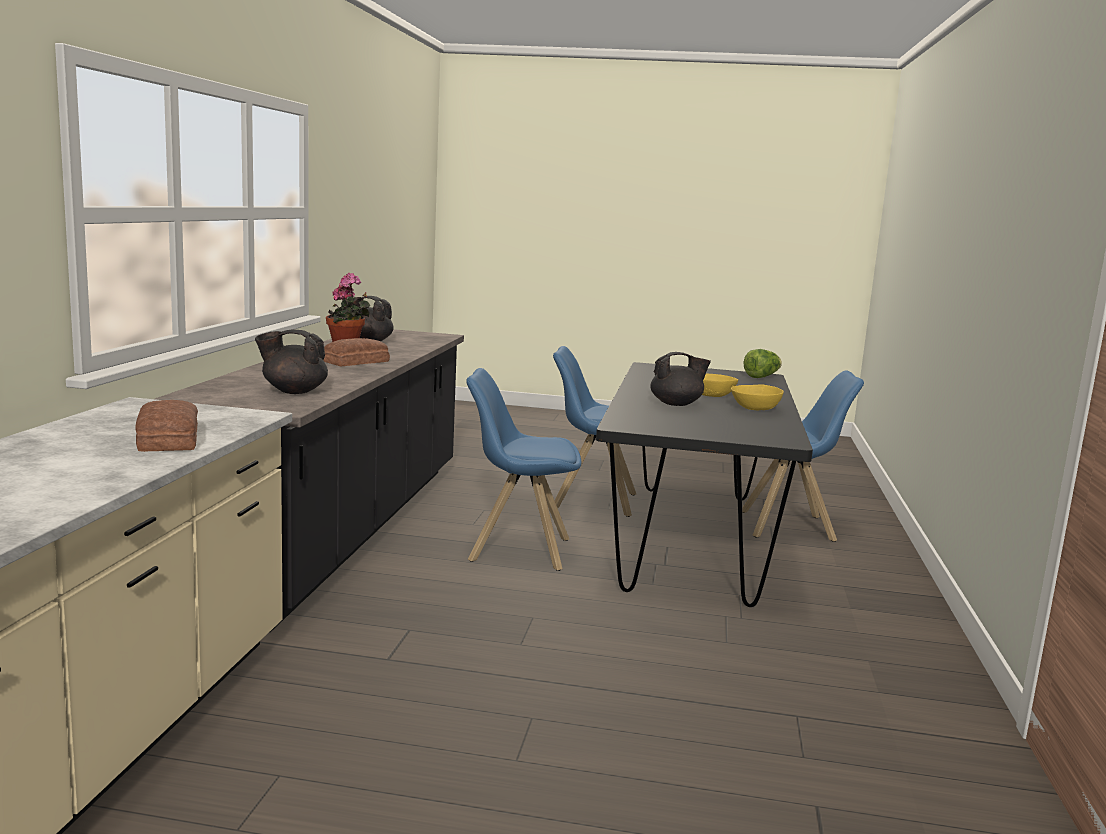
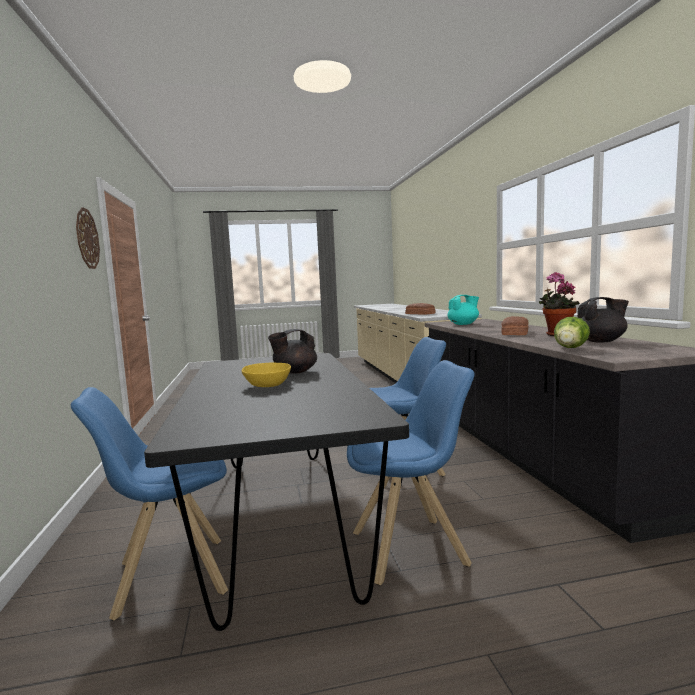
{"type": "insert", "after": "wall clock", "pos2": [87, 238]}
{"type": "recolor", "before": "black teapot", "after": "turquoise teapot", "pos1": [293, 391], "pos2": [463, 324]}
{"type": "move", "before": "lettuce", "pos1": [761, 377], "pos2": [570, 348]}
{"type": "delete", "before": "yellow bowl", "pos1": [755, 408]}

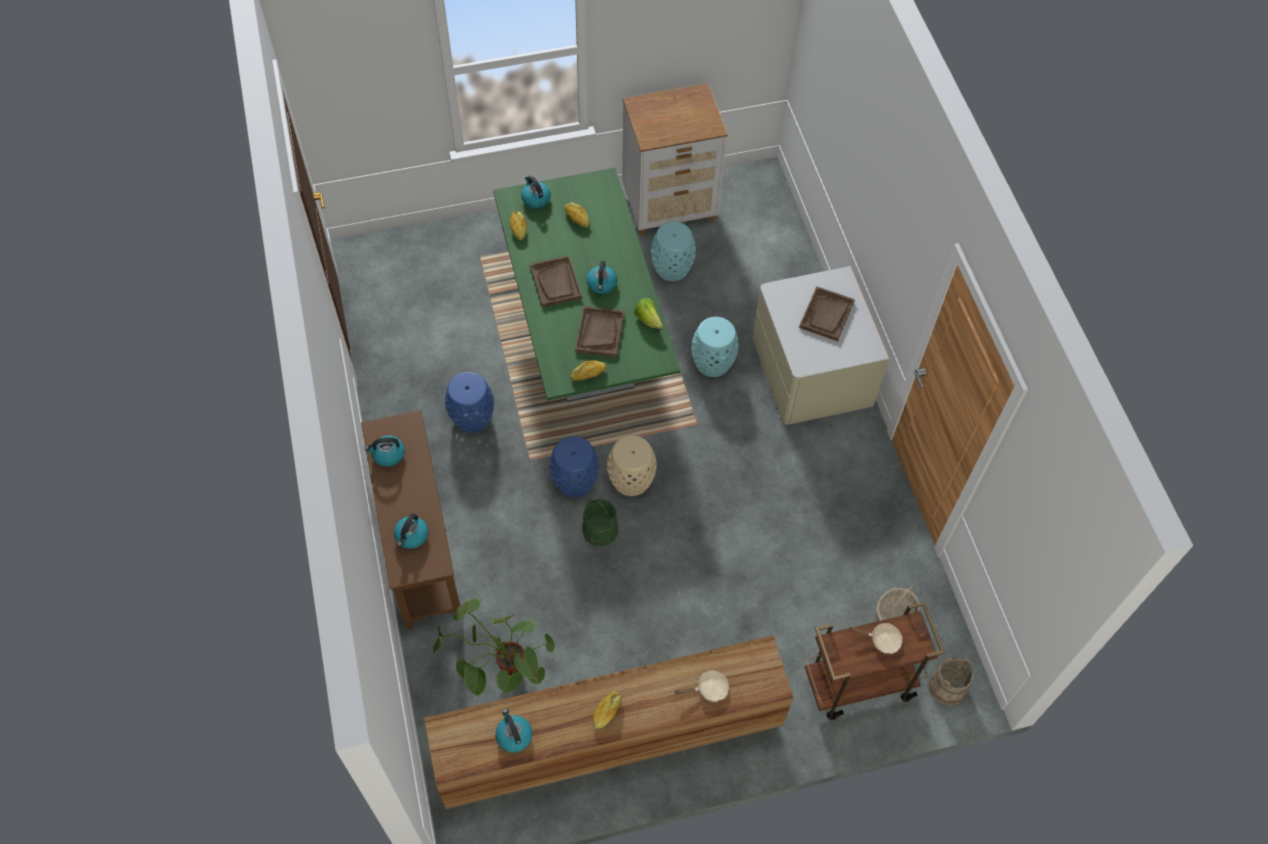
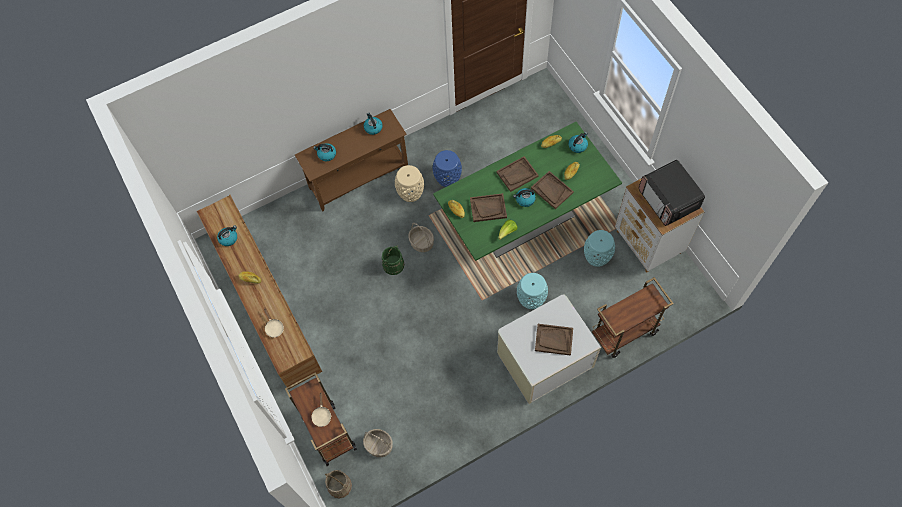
{"type": "move", "before": "beige stool", "pos1": [631, 480], "pos2": [410, 192]}
{"type": "replace", "before": "blue stool", "after": "basket", "pos1": [574, 481], "pos2": [421, 243]}
{"type": "insert", "after": "brown tray", "pos2": [551, 190]}
{"type": "insert", "after": "brown cart", "pos2": [623, 334]}
{"type": "insert", "after": "microwave", "pos2": [668, 200]}
{"type": "delete", "before": "potted plant", "pos1": [500, 670]}

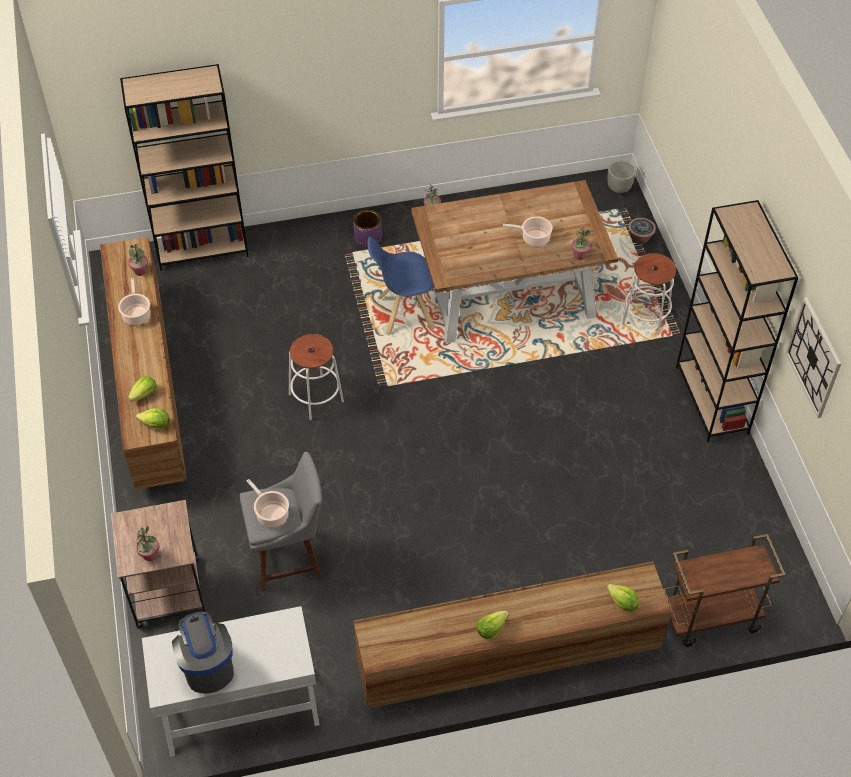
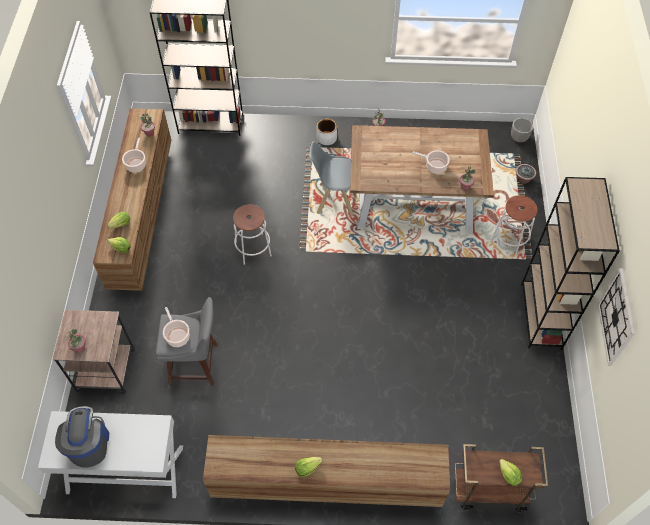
{"type": "recolor", "before": "blue chair", "after": "grey chair", "pos1": [403, 312], "pos2": [334, 199]}
{"type": "recolor", "before": "purple planter", "after": "white planter", "pos1": [368, 237], "pos2": [327, 138]}
{"type": "move", "before": "lettuce", "pos1": [622, 603], "pos2": [508, 476]}

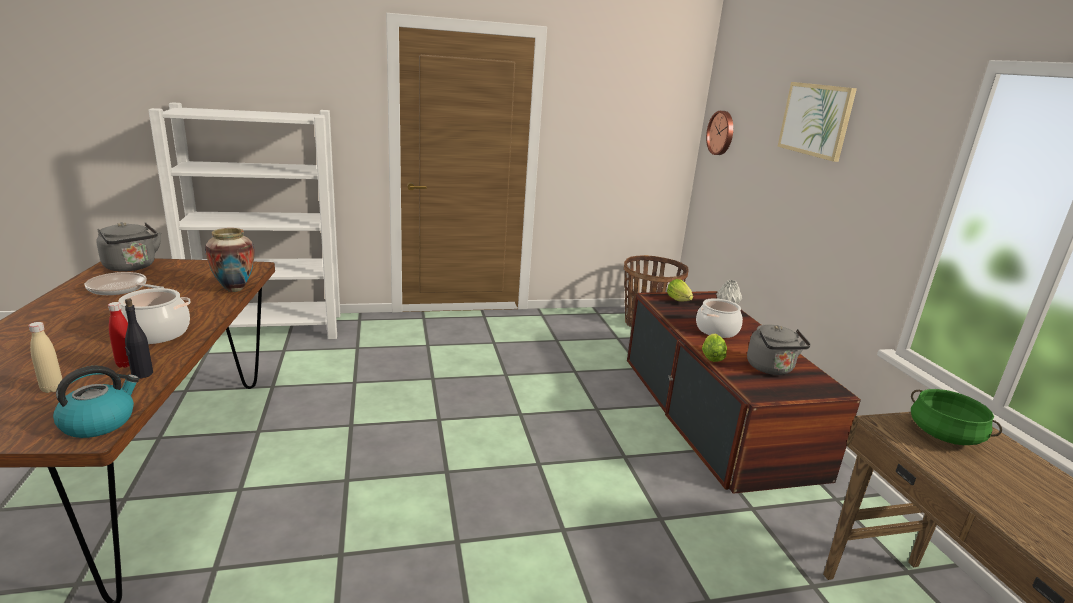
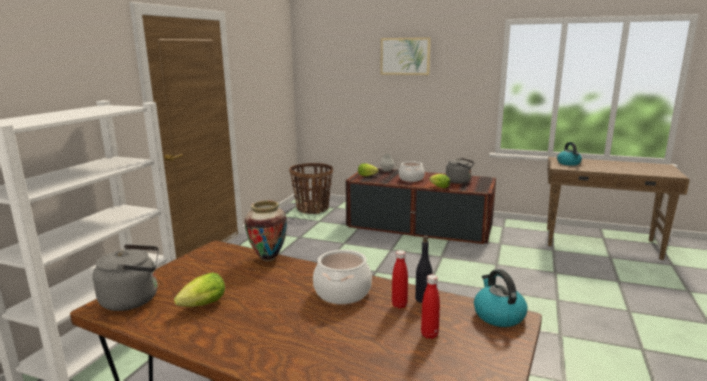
{"type": "replace", "before": "frying pan", "after": "lettuce", "pos1": [120, 289], "pos2": [201, 306]}
{"type": "recolor", "before": "beige bottle", "after": "red bottle", "pos1": [52, 389], "pos2": [429, 335]}
{"type": "replace", "before": "green cooking pot", "after": "kettle", "pos1": [945, 435], "pos2": [569, 163]}
{"type": "delete", "before": "wall clock", "pos1": [721, 133]}

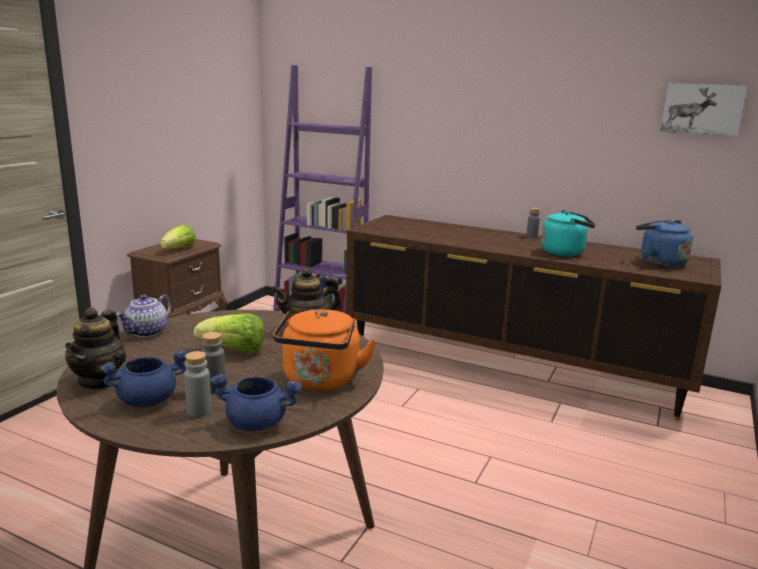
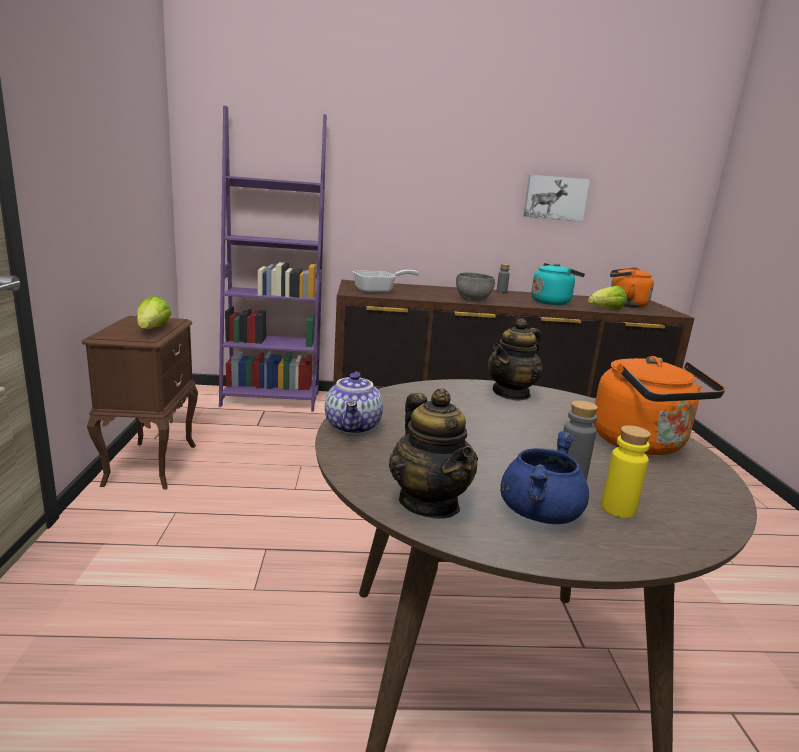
{"type": "insert", "after": "frying pan", "pos2": [379, 291]}
{"type": "insert", "after": "grey bowl", "pos2": [472, 300]}
{"type": "move", "before": "picture", "pos1": [702, 109], "pos2": [555, 198]}
{"type": "move", "before": "lettuce", "pos1": [234, 351], "pos2": [606, 310]}
{"type": "recolor", "before": "grey bottle", "after": "yellow bottle", "pos1": [199, 411], "pos2": [618, 509]}
{"type": "recolor", "before": "blue kettle", "after": "orange kettle", "pos1": [659, 262], "pos2": [624, 305]}
{"type": "delete", "before": "blue cooking pot", "pos1": [258, 423]}

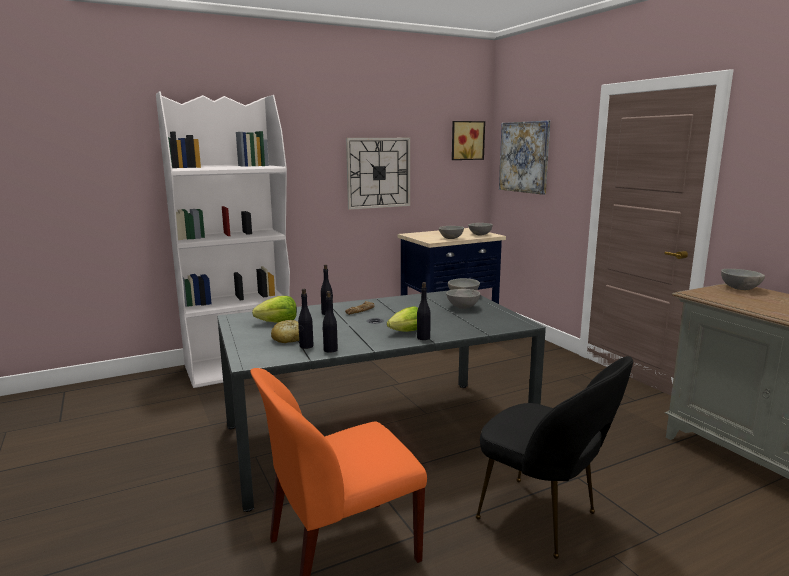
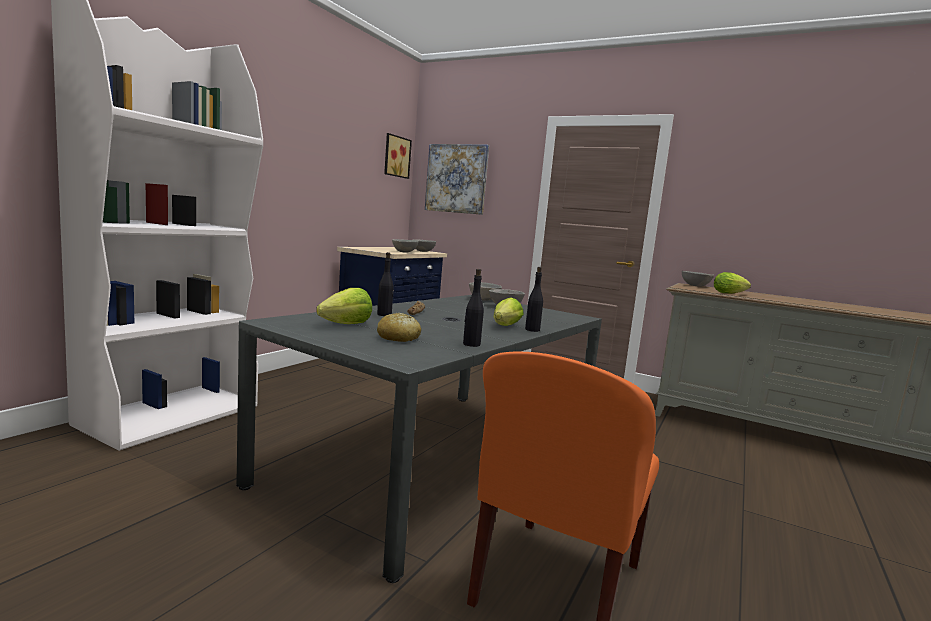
{"type": "insert", "after": "lettuce", "pos2": [730, 293]}
{"type": "delete", "before": "black bottle", "pos1": [306, 346]}
{"type": "delete", "before": "wall clock", "pos1": [378, 173]}
{"type": "delete", "before": "black chair", "pos1": [544, 520]}

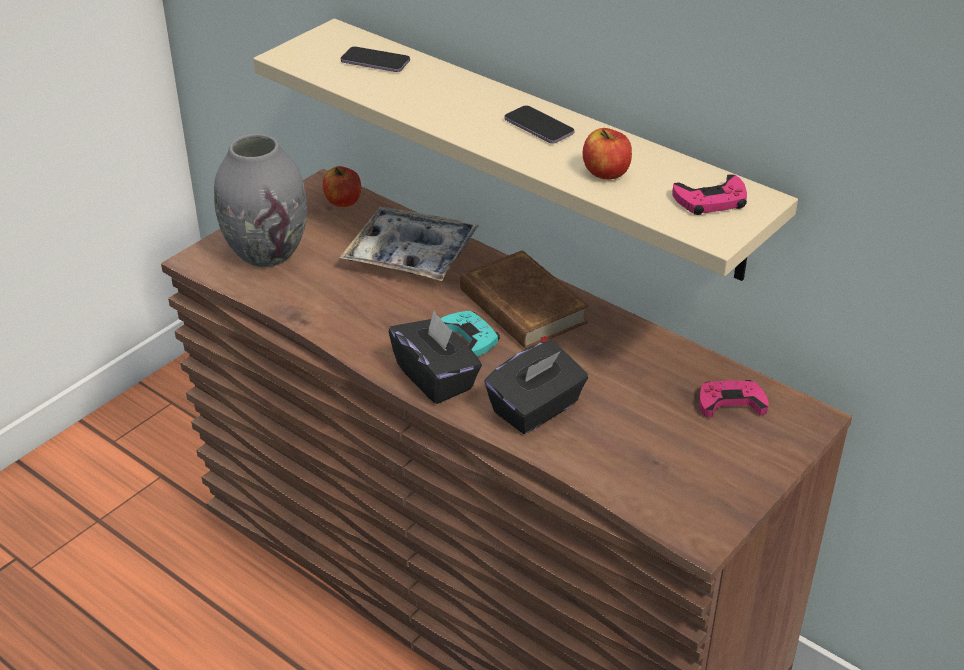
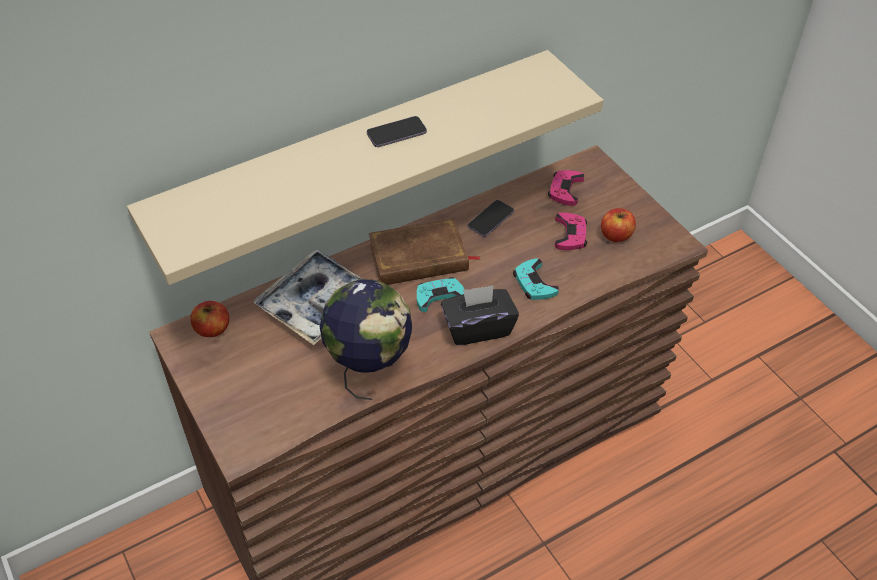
{"type": "insert", "after": "globe", "pos2": [370, 368]}
{"type": "move", "before": "phone", "pos1": [375, 62], "pos2": [490, 219]}
{"type": "replace", "before": "black tissue box", "after": "turquoise game controller", "pos1": [536, 409], "pos2": [534, 283]}
{"type": "move", "before": "pink game controller", "pos1": [711, 201], "pos2": [570, 235]}
{"type": "move", "before": "apple", "pos1": [606, 173], "pos2": [616, 235]}
{"type": "delete", "before": "grey vase", "pos1": [267, 252]}

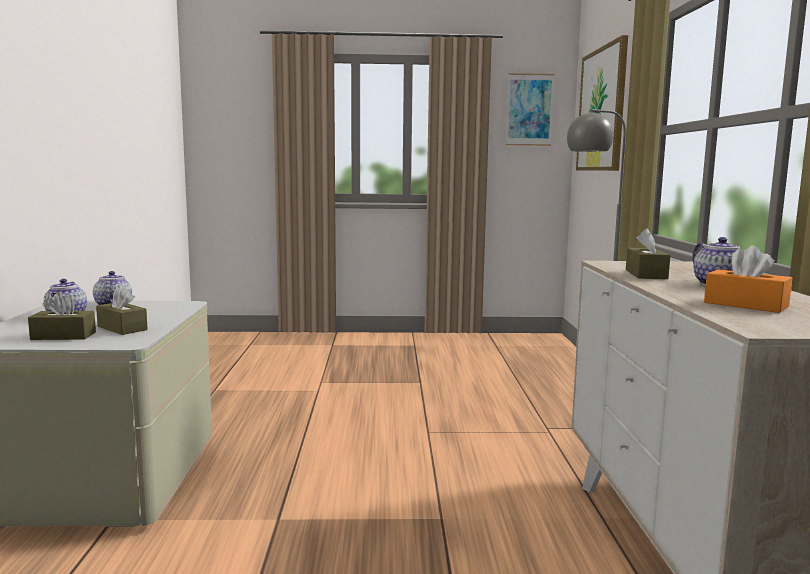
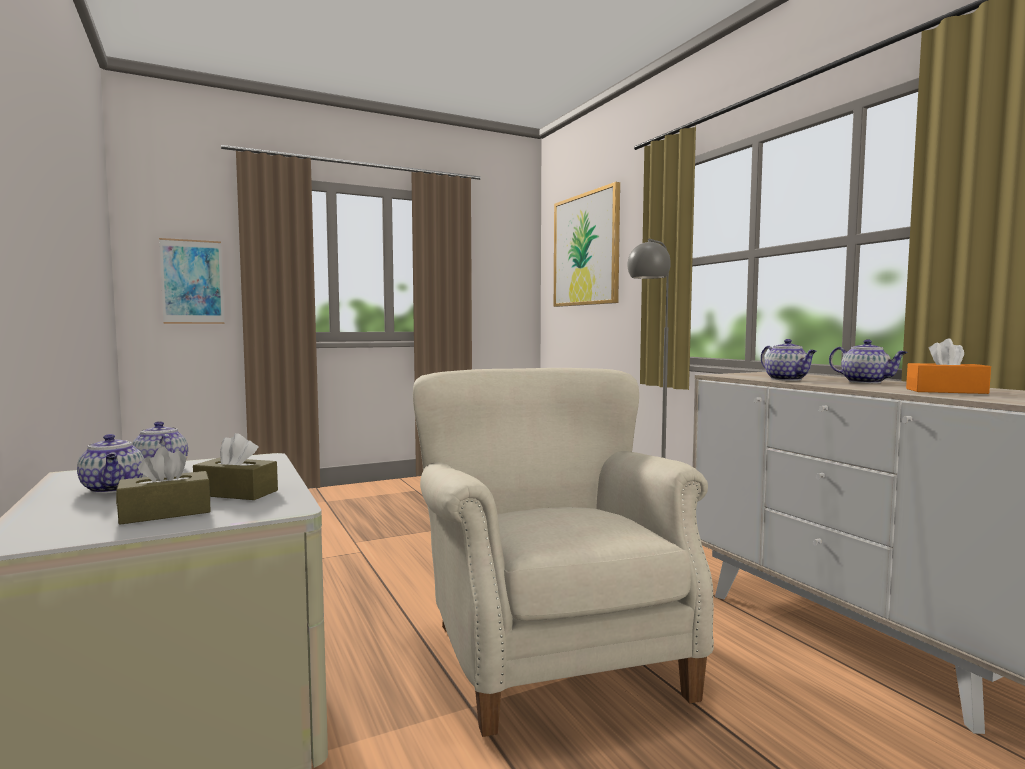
{"type": "move", "before": "picture", "pos1": [529, 110], "pos2": [192, 282]}
{"type": "insert", "after": "beige armchair", "pos2": [552, 649]}
{"type": "replace", "before": "brown tissue box", "after": "teapot", "pos1": [646, 274], "pos2": [787, 379]}

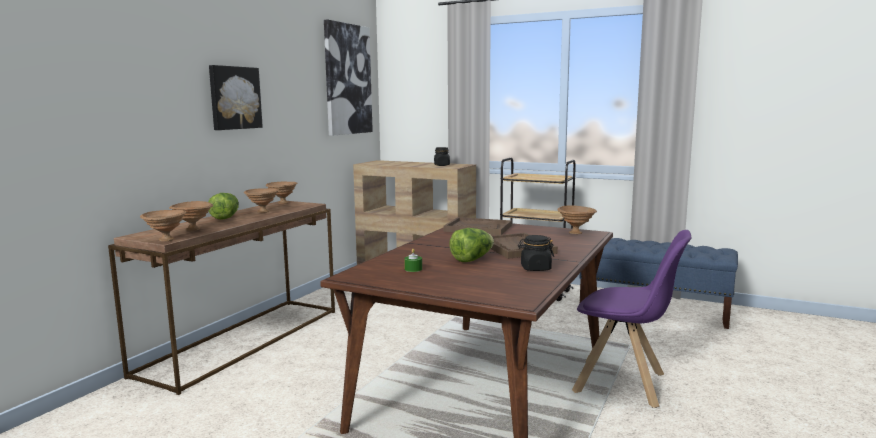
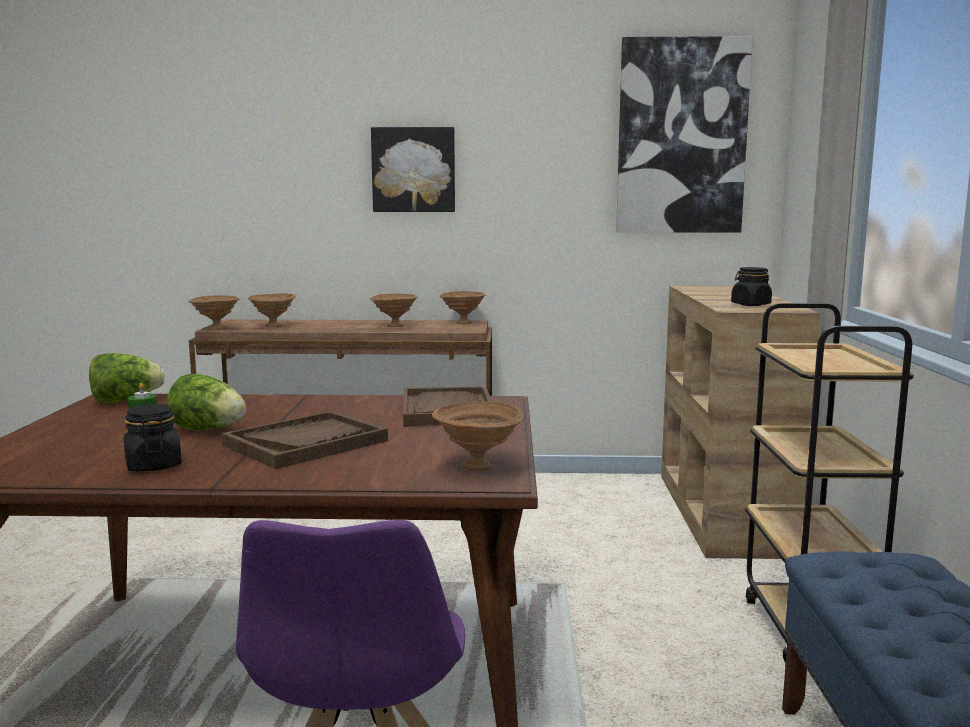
{"type": "move", "before": "lettuce", "pos1": [226, 217], "pos2": [126, 400]}

